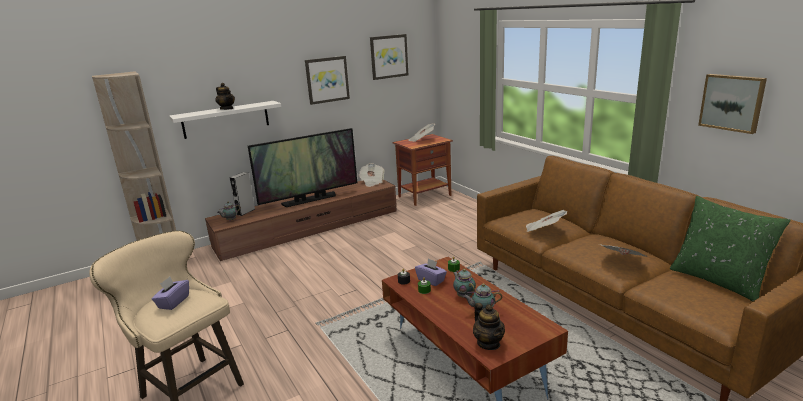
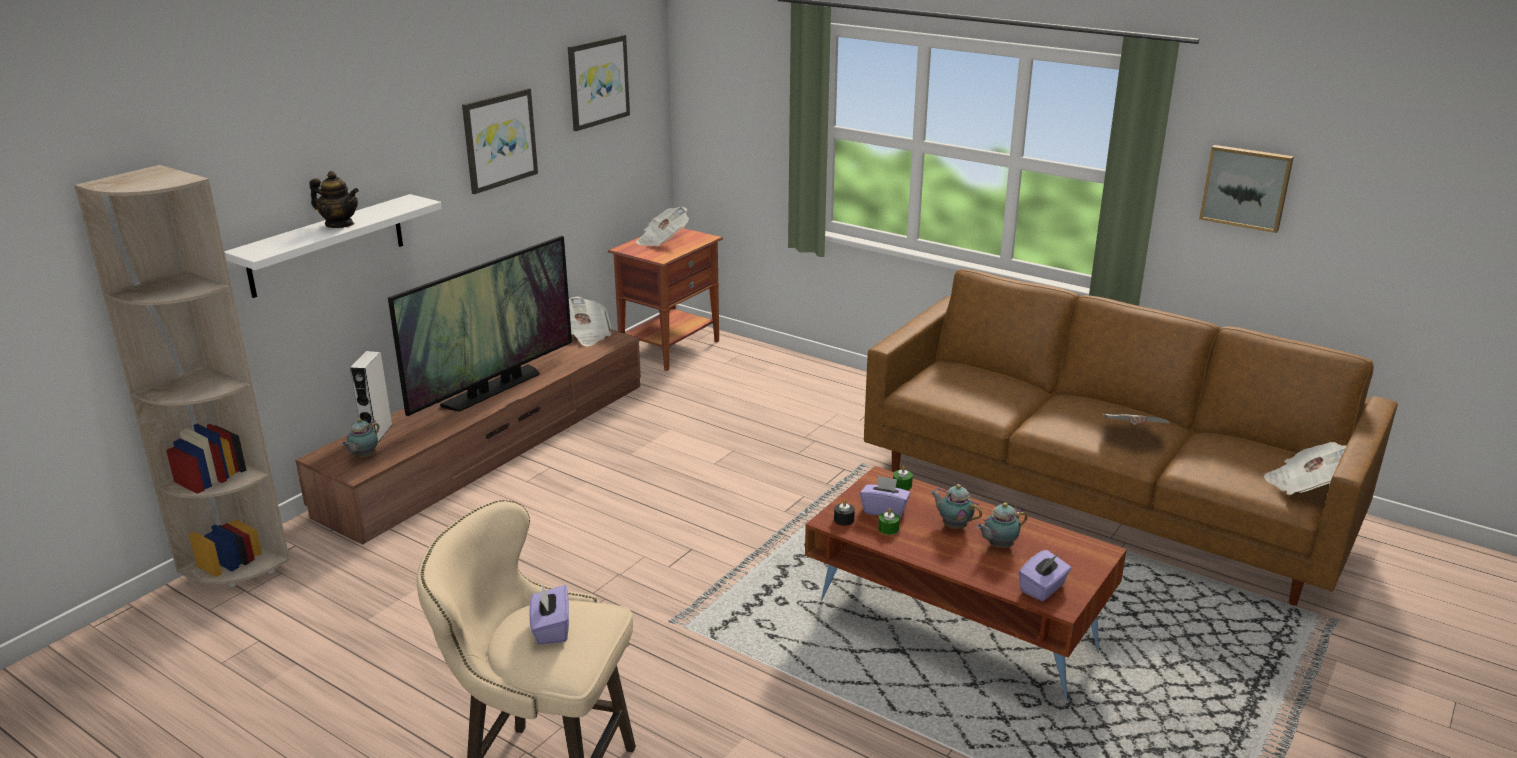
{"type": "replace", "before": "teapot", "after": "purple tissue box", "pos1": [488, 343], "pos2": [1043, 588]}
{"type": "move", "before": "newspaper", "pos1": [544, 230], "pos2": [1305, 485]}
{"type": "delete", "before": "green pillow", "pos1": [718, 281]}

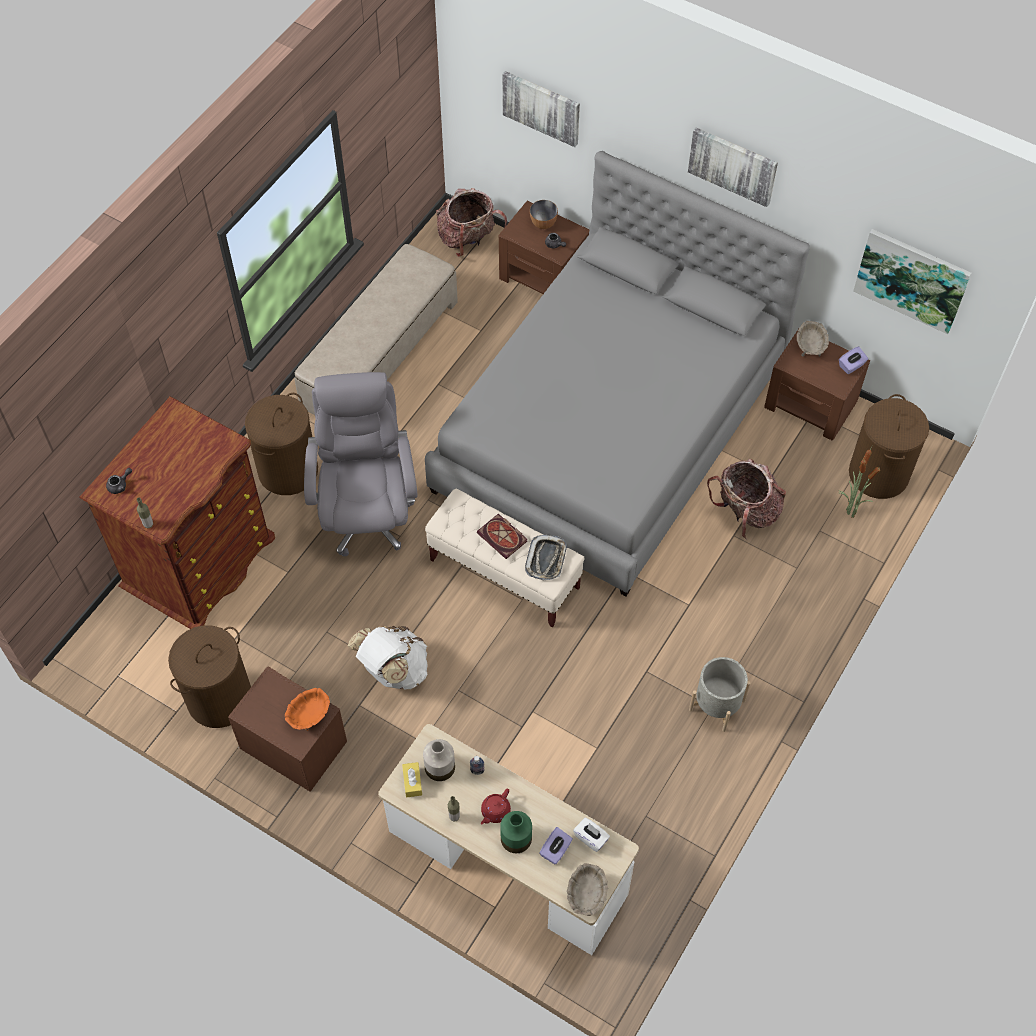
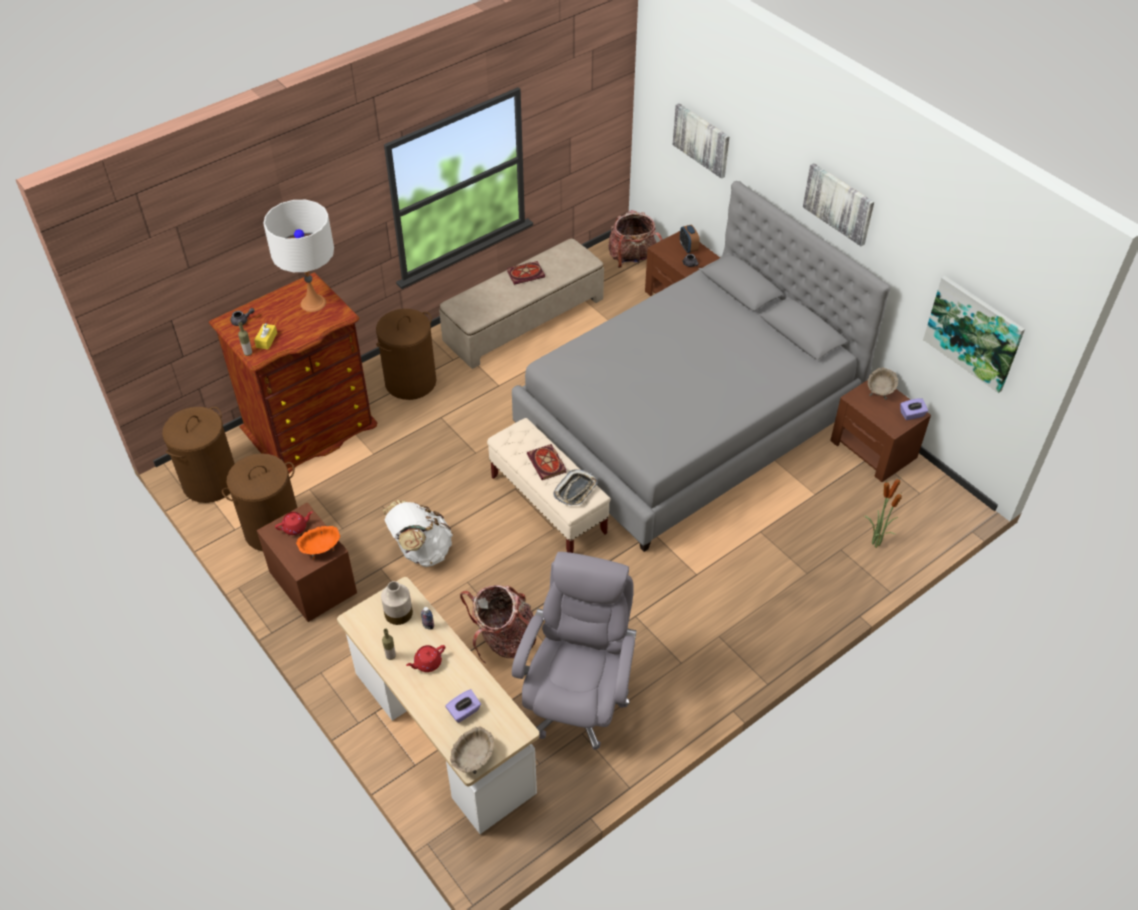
{"type": "move", "before": "brown laundry basket", "pos1": [879, 474], "pos2": [210, 482]}
{"type": "move", "before": "yellow tissue box", "pos1": [412, 782], "pos2": [266, 340]}
{"type": "insert", "after": "white table lamp", "pos2": [313, 303]}
{"type": "insert", "after": "red teapot", "pos2": [295, 527]}
{"type": "move", "before": "backpack", "pos1": [745, 512], "pos2": [504, 640]}
{"type": "insert", "after": "book", "pos2": [526, 273]}
{"type": "move", "before": "grey office chair", "pos1": [367, 514], "pos2": [577, 702]}
{"type": "replace", "before": "bowl", "after": "alarm clock", "pos1": [543, 223], "pos2": [688, 248]}
{"type": "delete", "before": "green vase", "pos1": [516, 838]}
{"type": "delete", "before": "white tissue box", "pos1": [591, 838]}
{"type": "delete", "before": "grey planter", "pos1": [717, 705]}

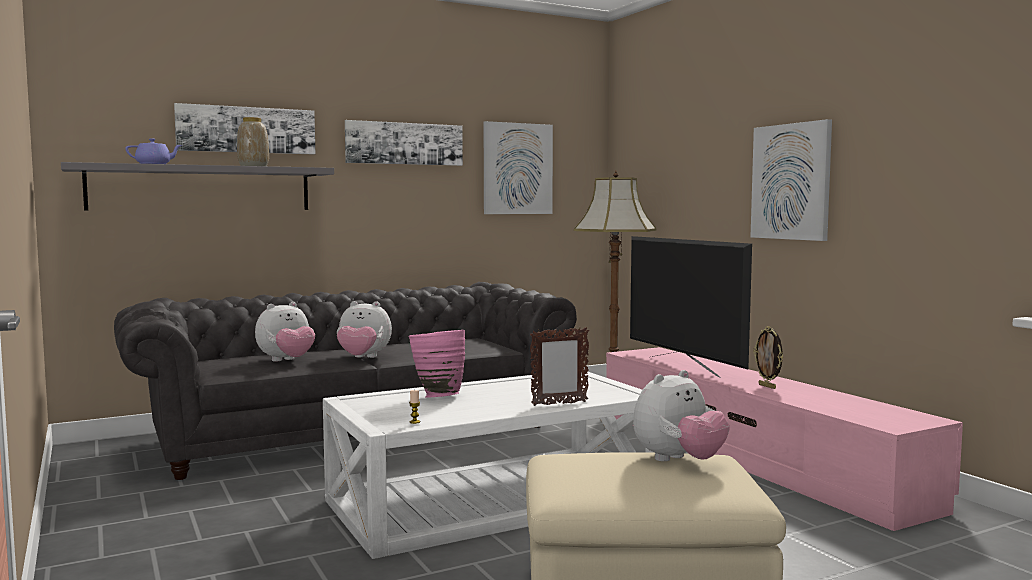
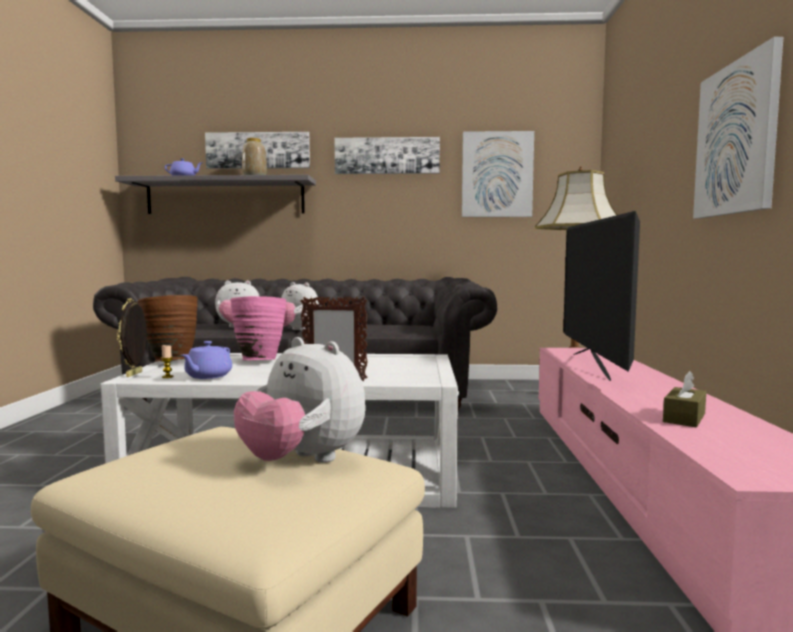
{"type": "move", "before": "picture frame", "pos1": [768, 386], "pos2": [135, 374]}
{"type": "insert", "after": "brown vase", "pos2": [170, 361]}
{"type": "insert", "after": "purple teapot", "pos2": [207, 376]}
{"type": "rotate", "before": "plush toy", "pos1": [678, 461], "pos2": [302, 461], "turn": 45}
{"type": "insert", "after": "brown tissue box", "pos2": [684, 418]}

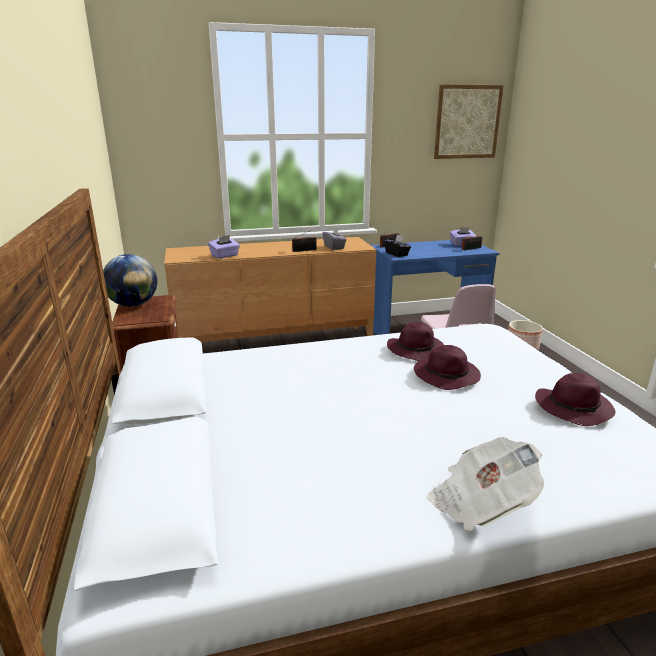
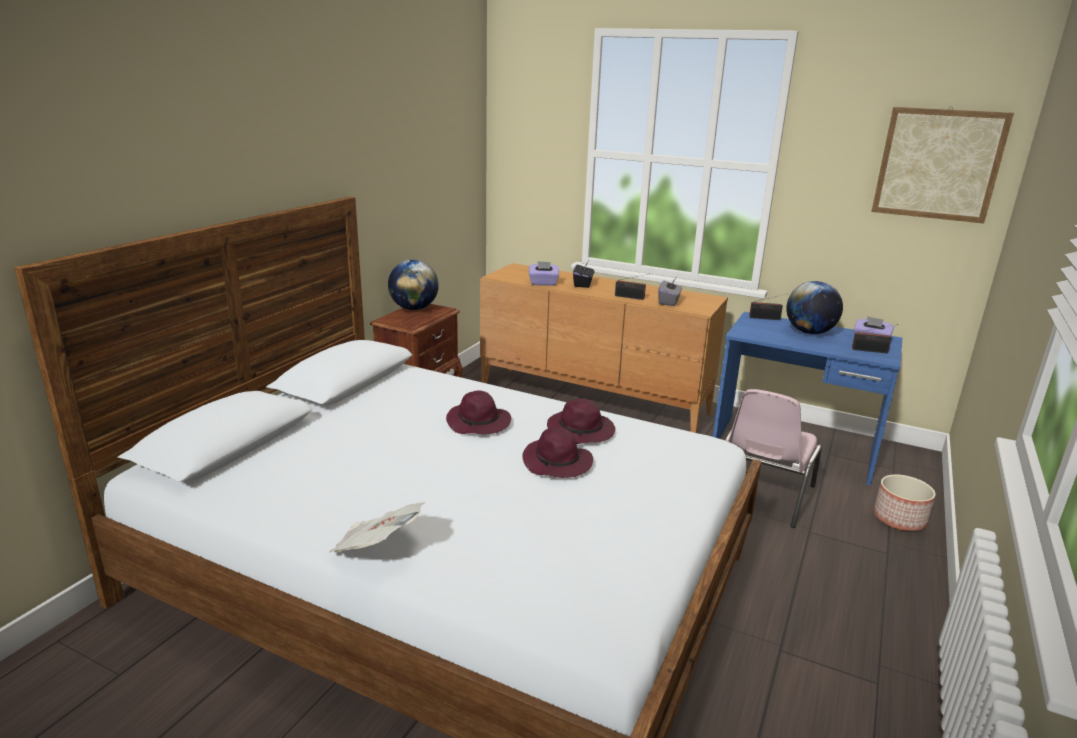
{"type": "move", "before": "purple hat", "pos1": [574, 408], "pos2": [479, 423]}
{"type": "move", "before": "black tissue box", "pos1": [397, 254], "pos2": [583, 284]}
{"type": "insert", "after": "globe", "pos2": [809, 332]}

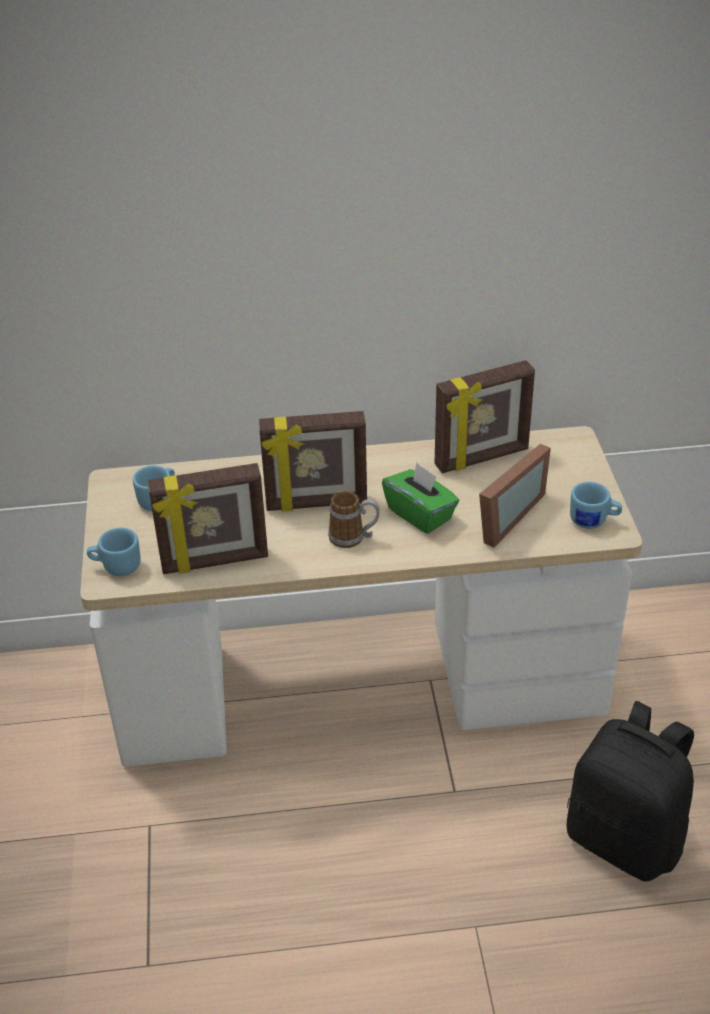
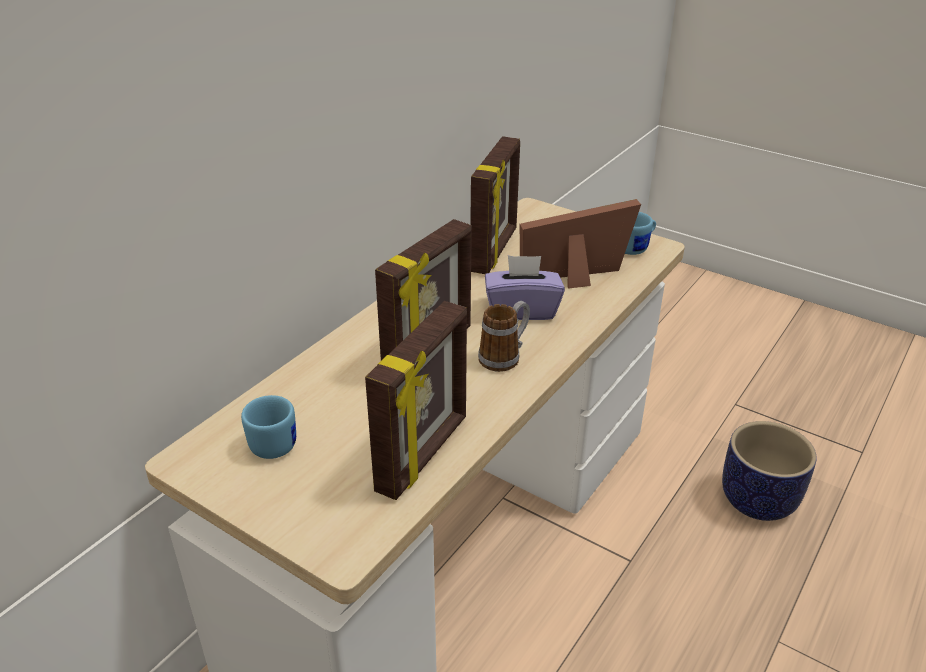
{"type": "recolor", "before": "green tissue box", "after": "purple tissue box", "pos1": [420, 514], "pos2": [522, 310]}
{"type": "rotate", "before": "picture frame", "pos1": [502, 517], "pos2": [578, 278], "turn": -90}
{"type": "replace", "before": "black backpack", "after": "planter", "pos1": [625, 838], "pos2": [758, 500]}
{"type": "delete", "before": "blue mug", "pos1": [116, 566]}

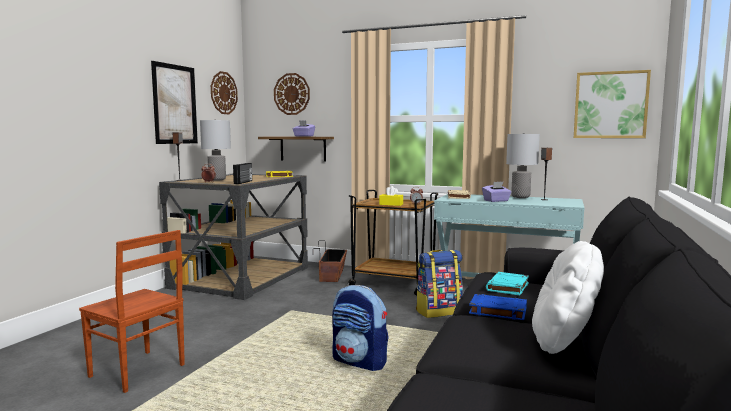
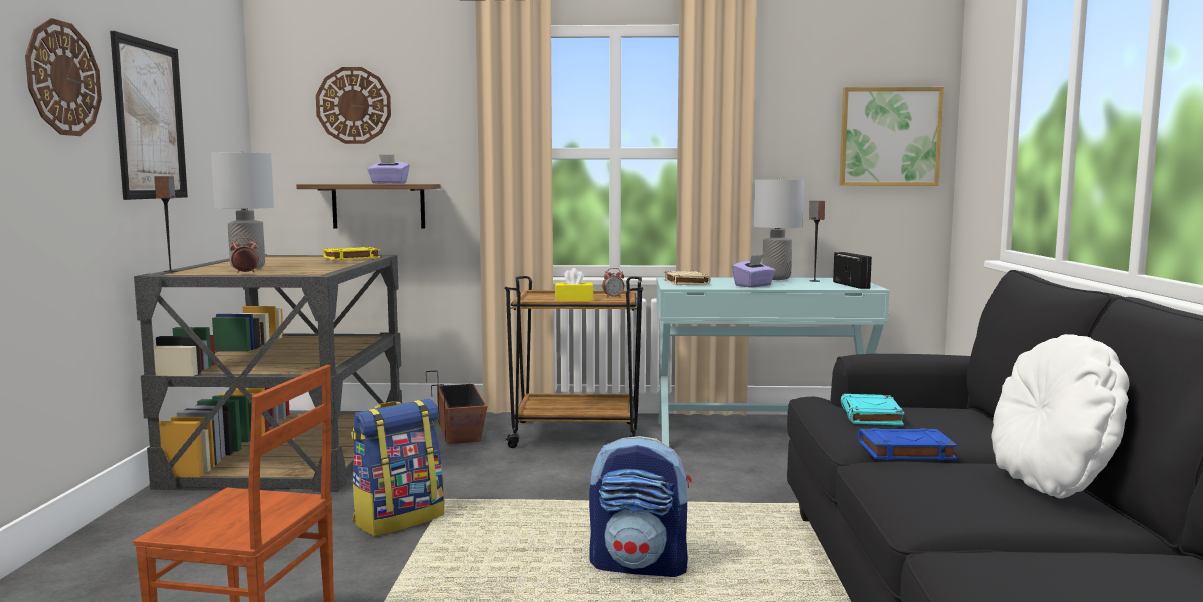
{"type": "move", "before": "wall clock", "pos1": [223, 93], "pos2": [63, 78]}
{"type": "move", "before": "backpack", "pos1": [439, 311], "pos2": [399, 519]}
{"type": "move", "before": "radio", "pos1": [244, 182], "pos2": [852, 285]}

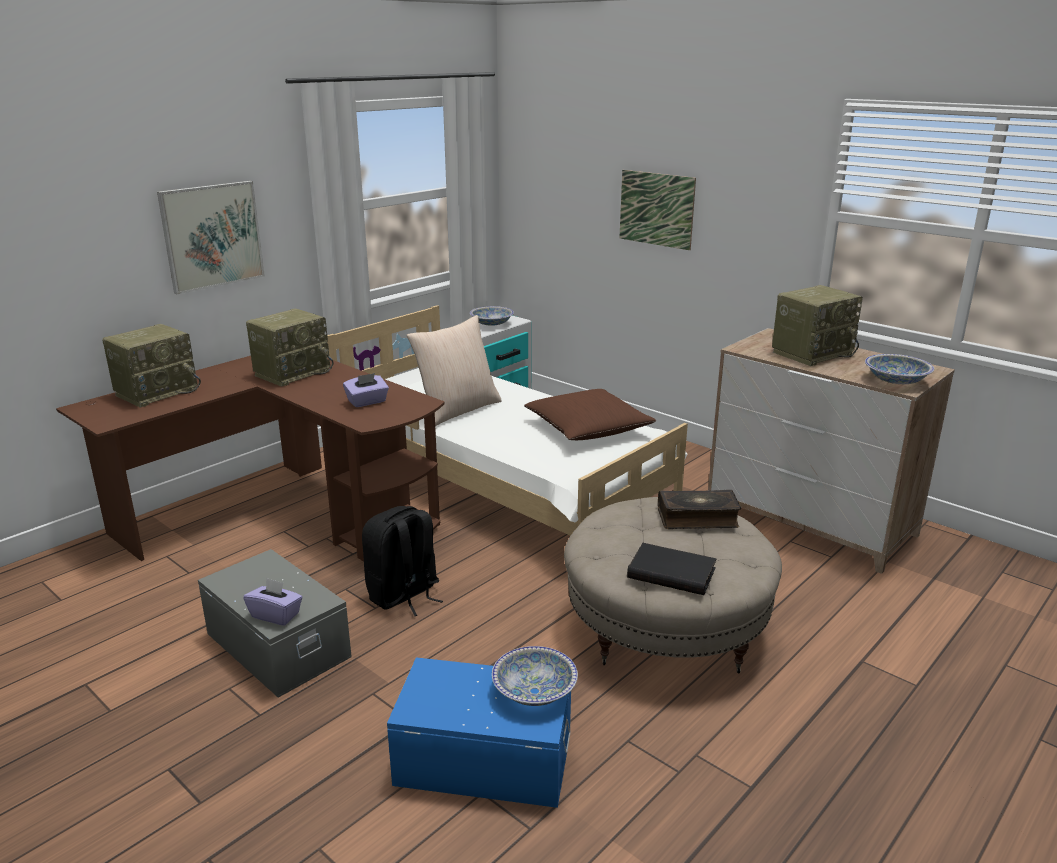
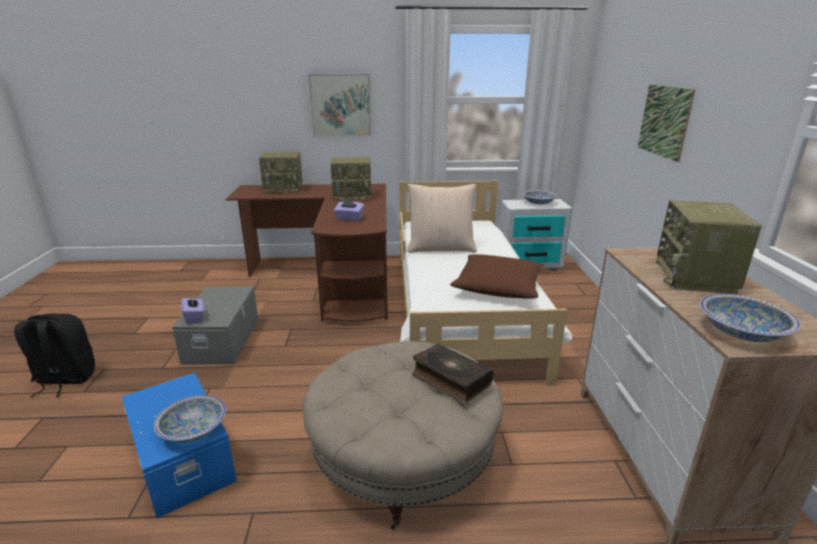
{"type": "move", "before": "black backpack", "pos1": [404, 595], "pos2": [64, 380]}
{"type": "rotate", "before": "radio", "pos1": [812, 353], "pos2": [696, 277], "turn": 90}
{"type": "delete", "before": "black book", "pos1": [672, 572]}

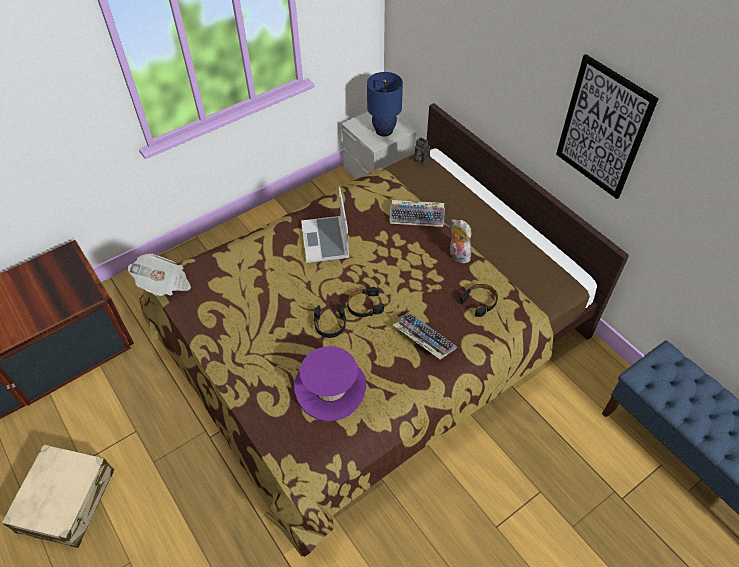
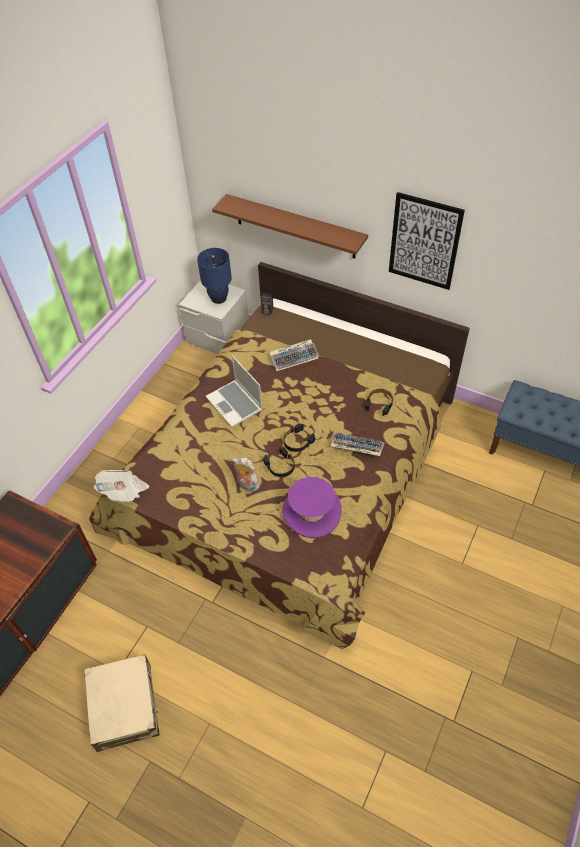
{"type": "insert", "after": "brown shelf", "pos2": [295, 227]}
{"type": "move", "before": "plush toy", "pos1": [457, 255], "pos2": [246, 485]}

